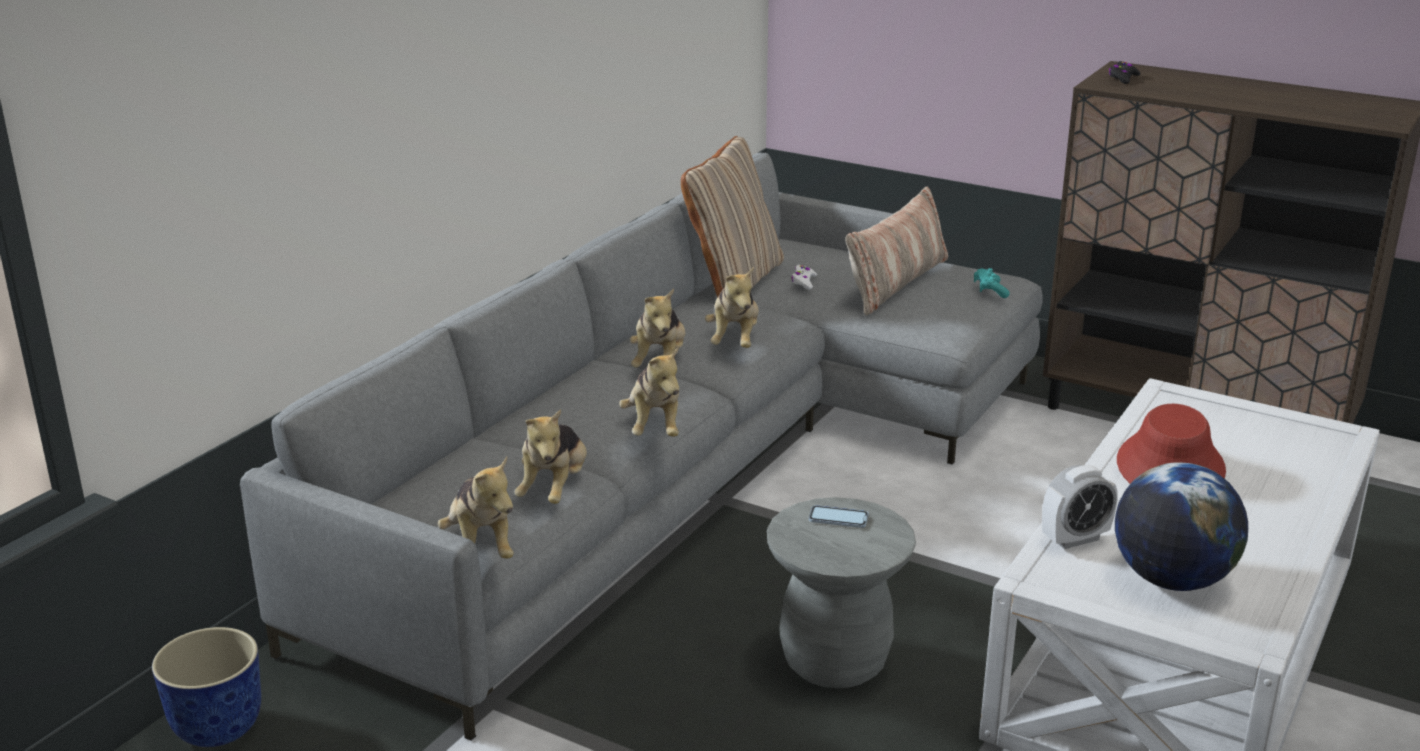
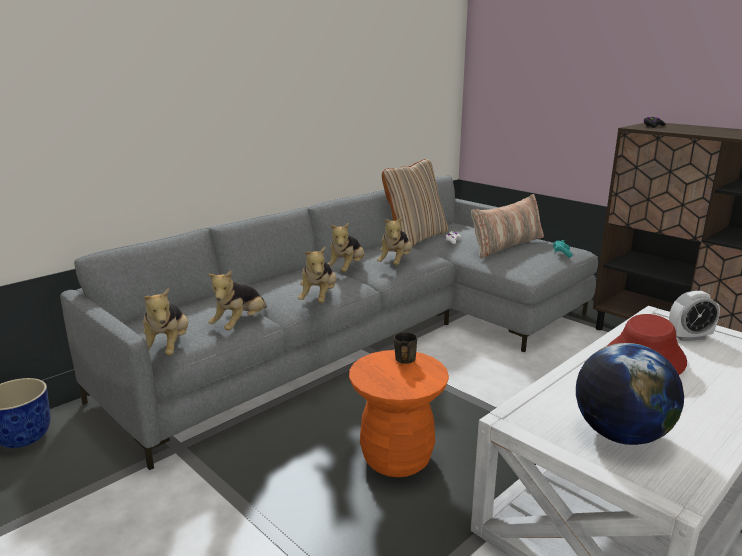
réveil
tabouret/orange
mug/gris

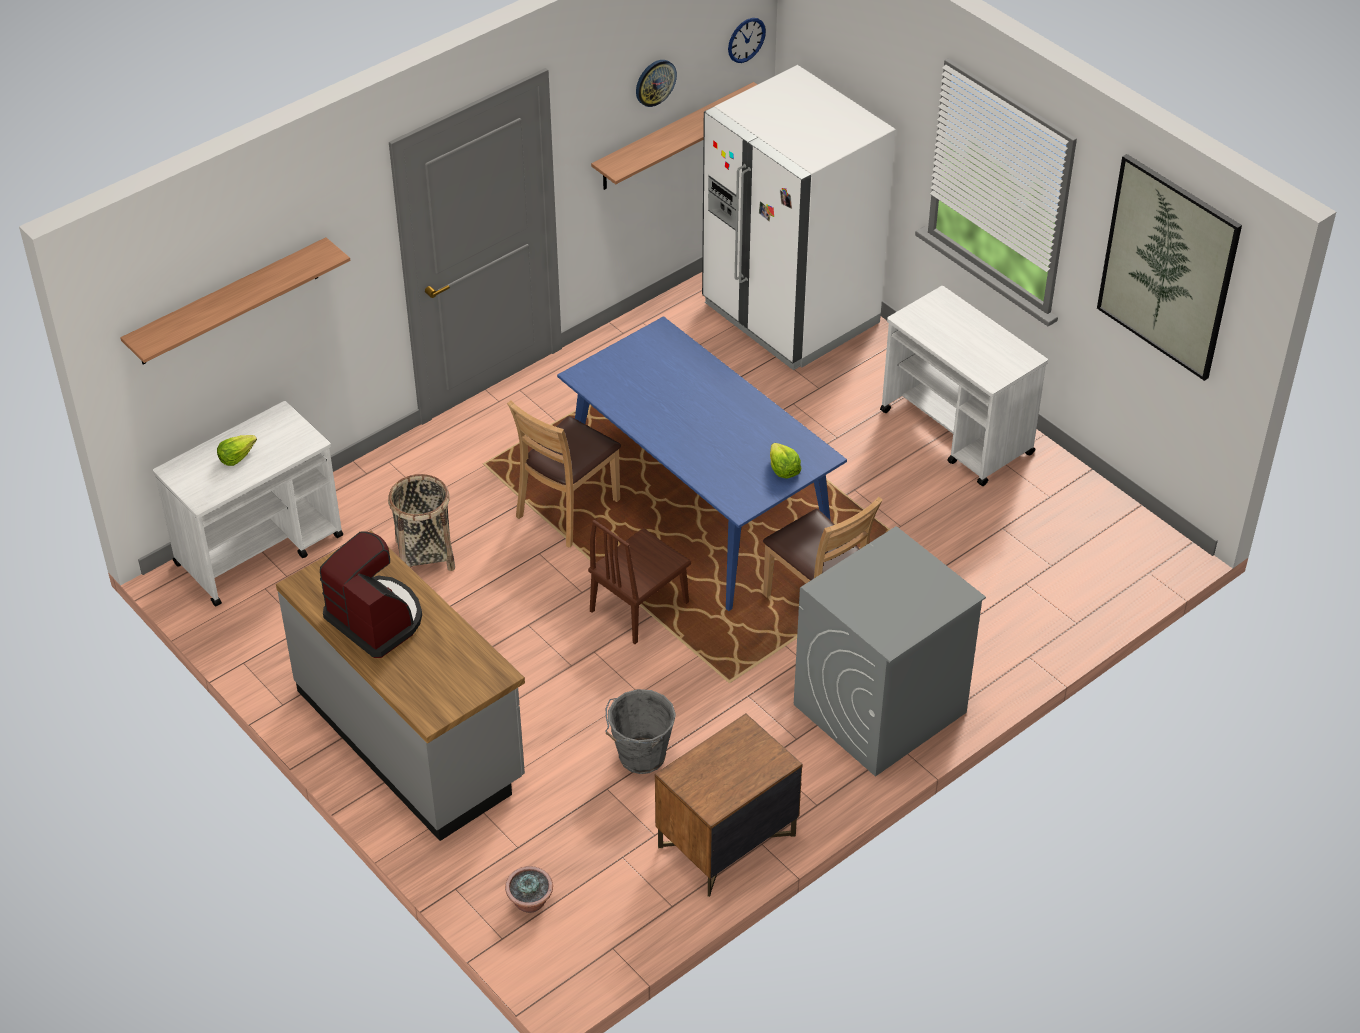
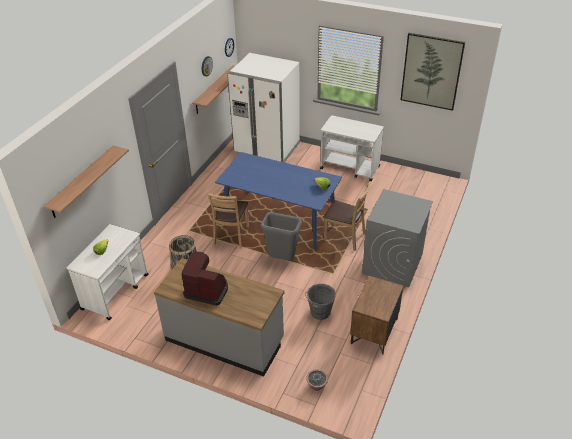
poubelle/gris

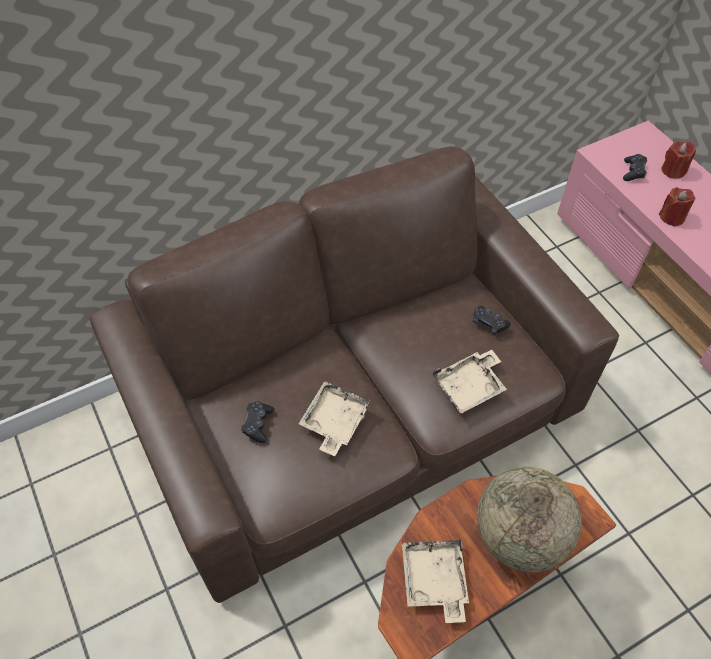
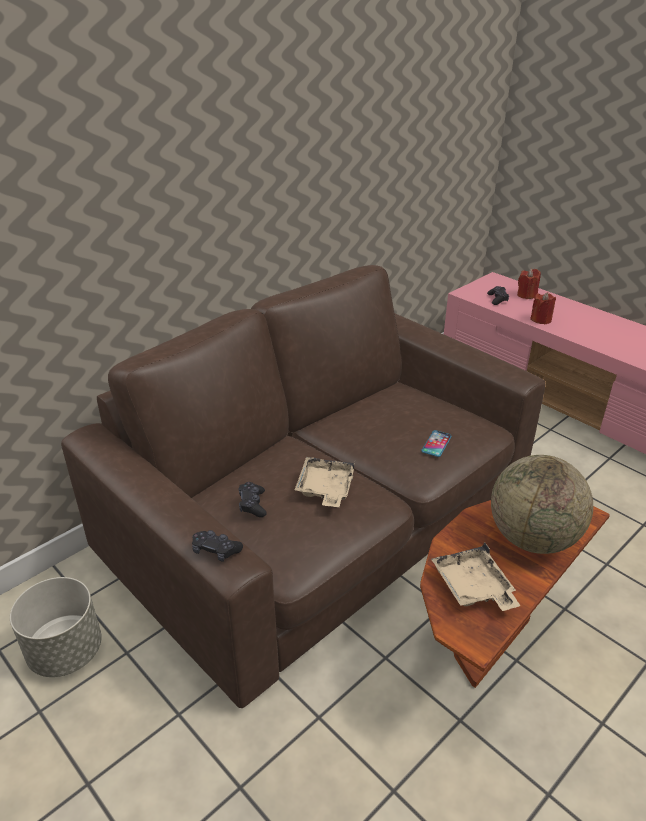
manette/noir (no. 1 from left)
téléphone
cache-pot/gris

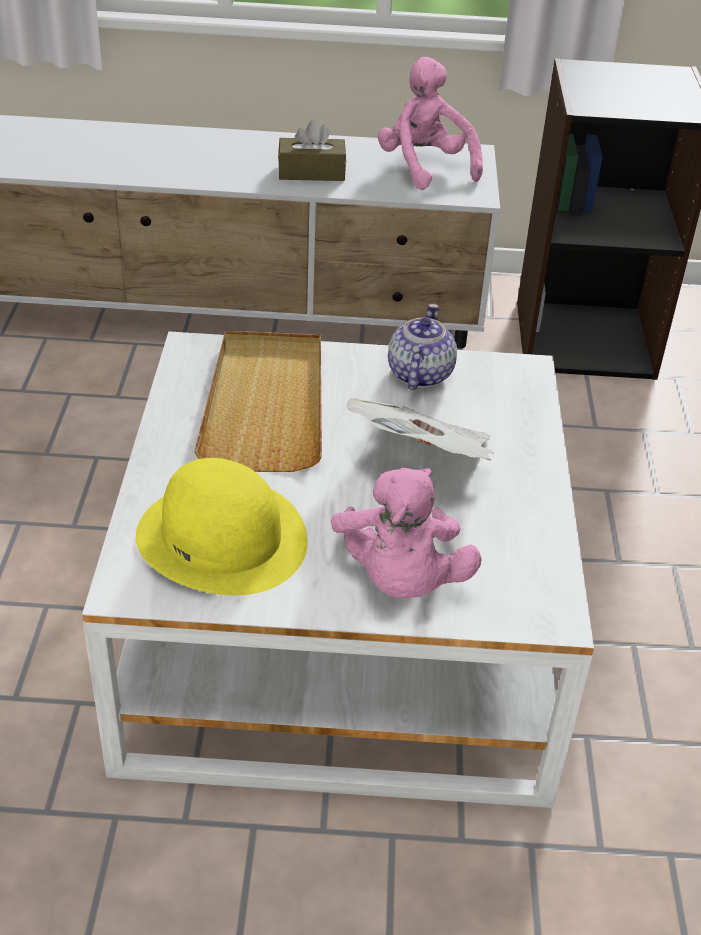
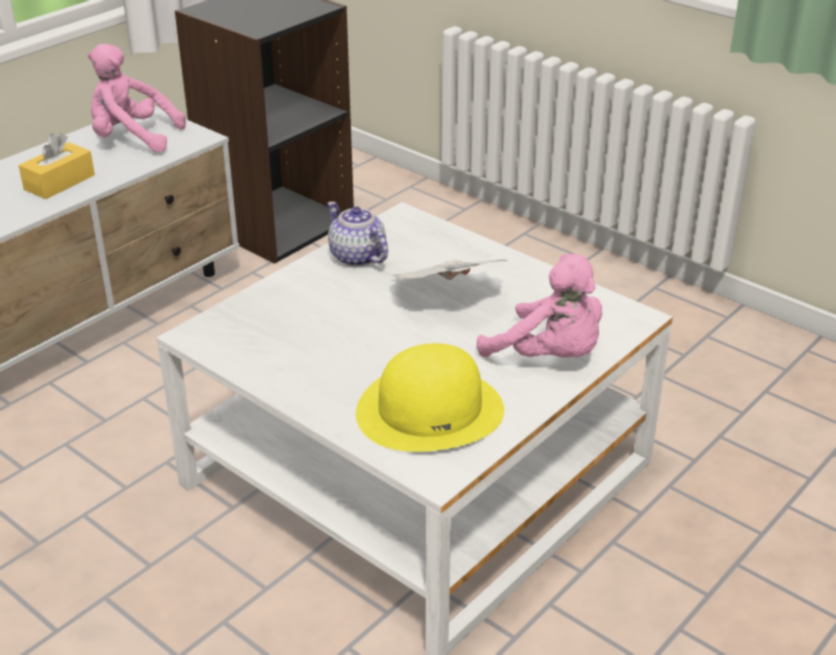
boîte à mouchoirs/jaune
plateau/beige

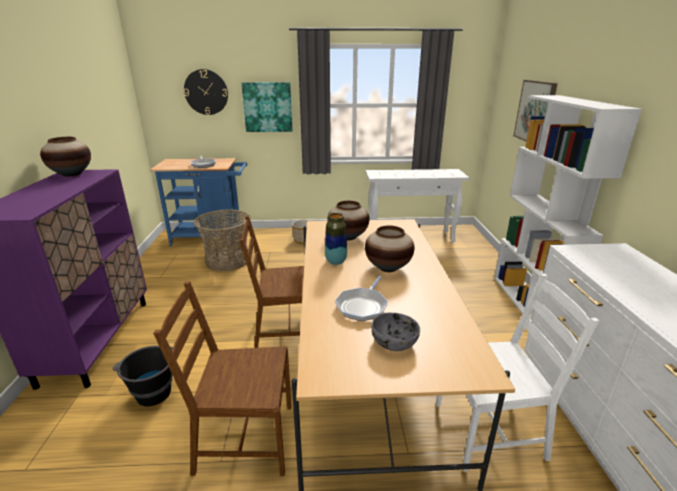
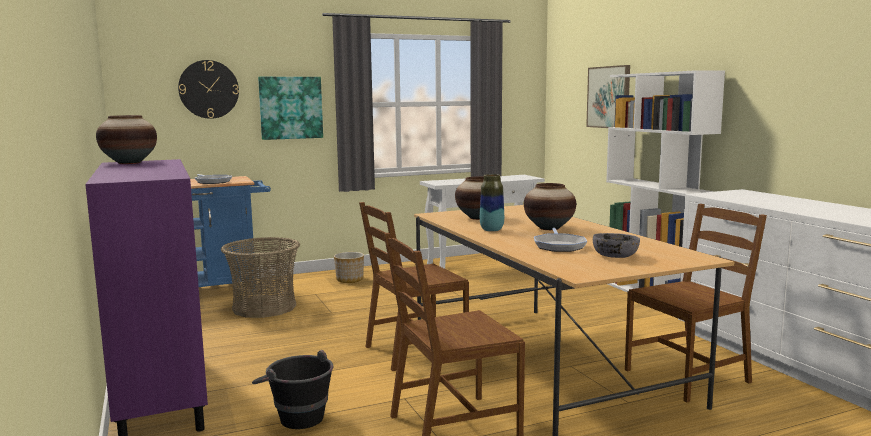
chaise/marron (no. 3 from left)

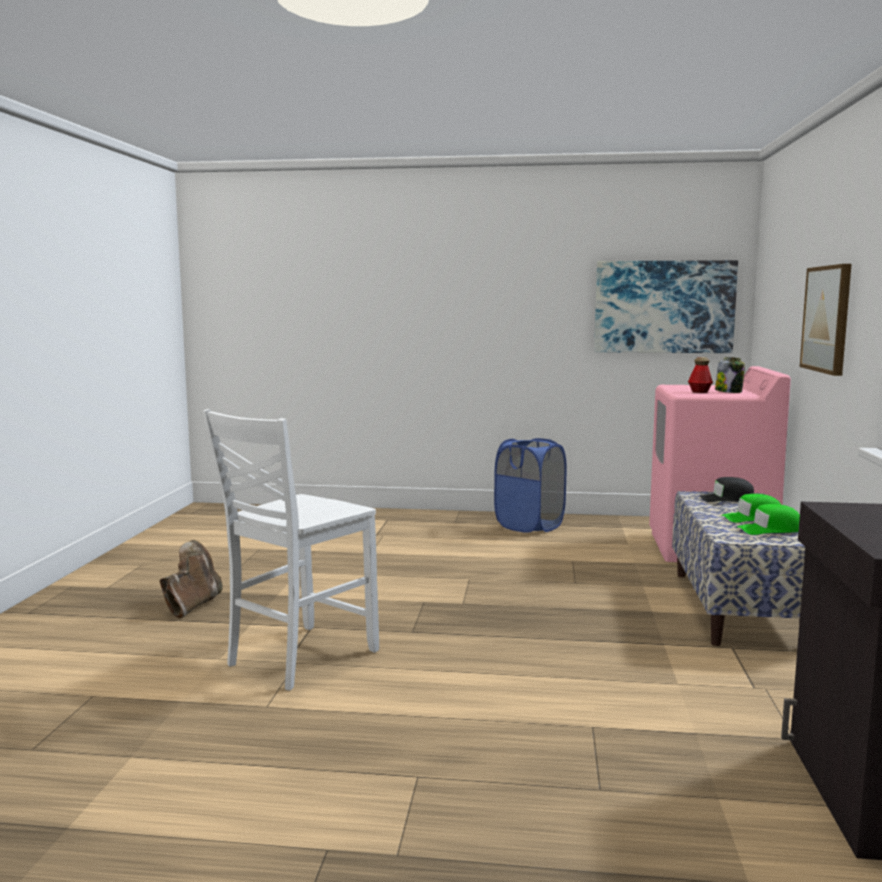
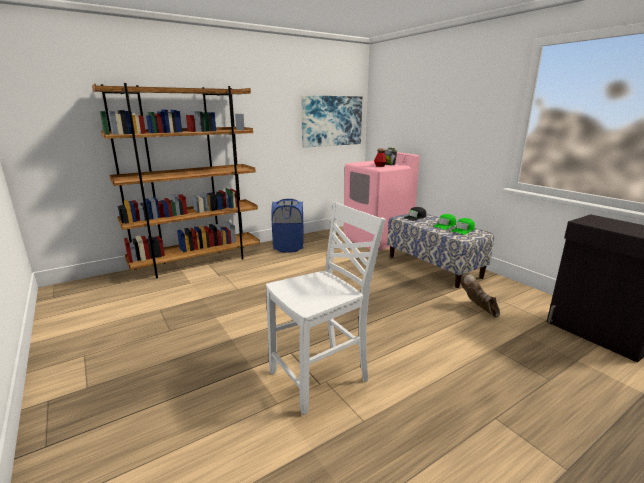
tableau (no. 2 from left in the first image)
chaise/blanc
botte/marron
bibliothèque/marron

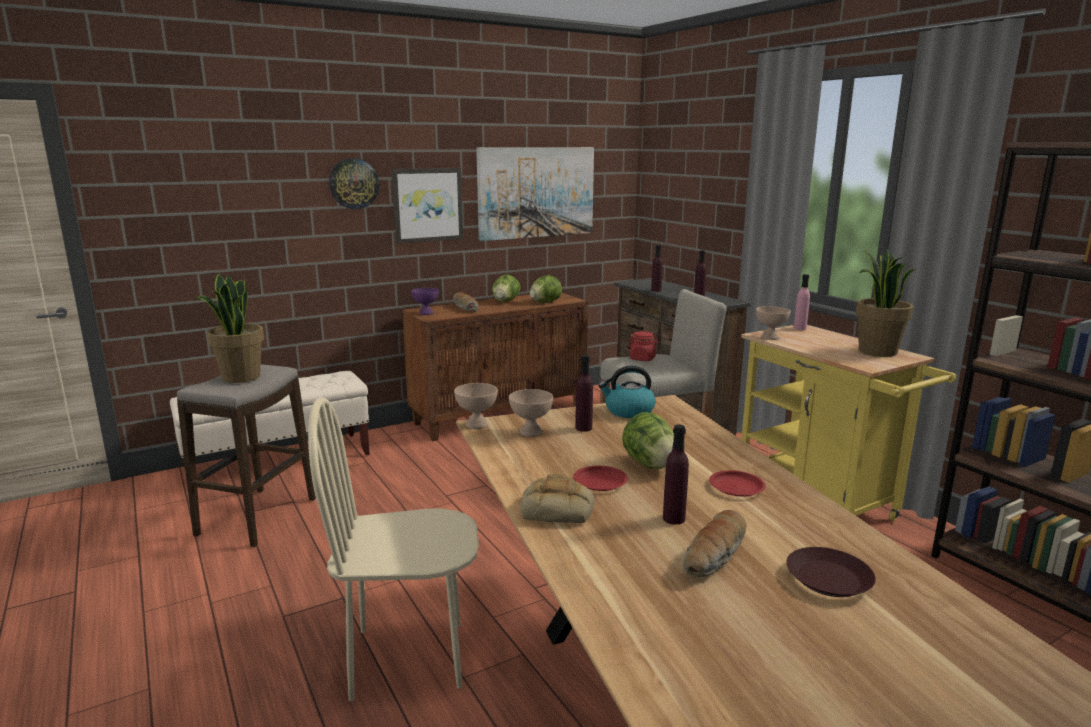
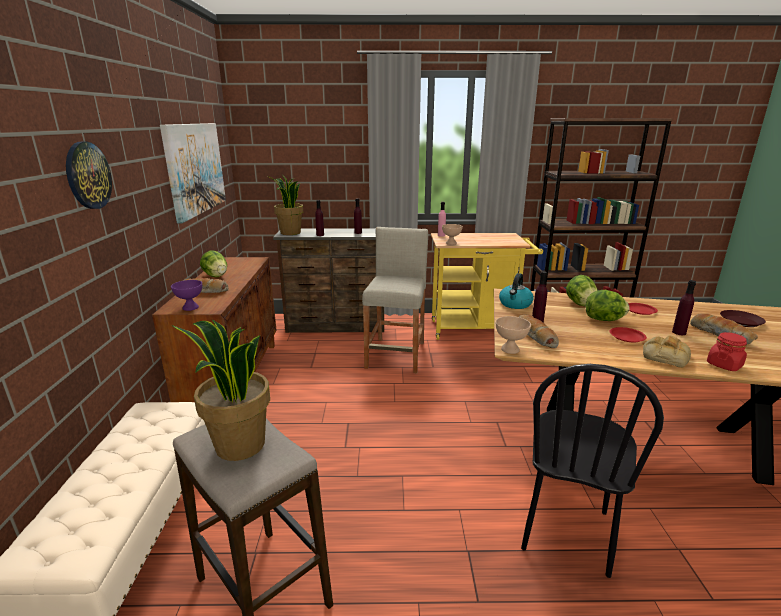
tableau (no. 1 from left in the first image)
plante en pot (no. 2 from left)
laitue (no. 2 from left)
bocal/rouge
pain (no. 2 from left)
chaise/noir

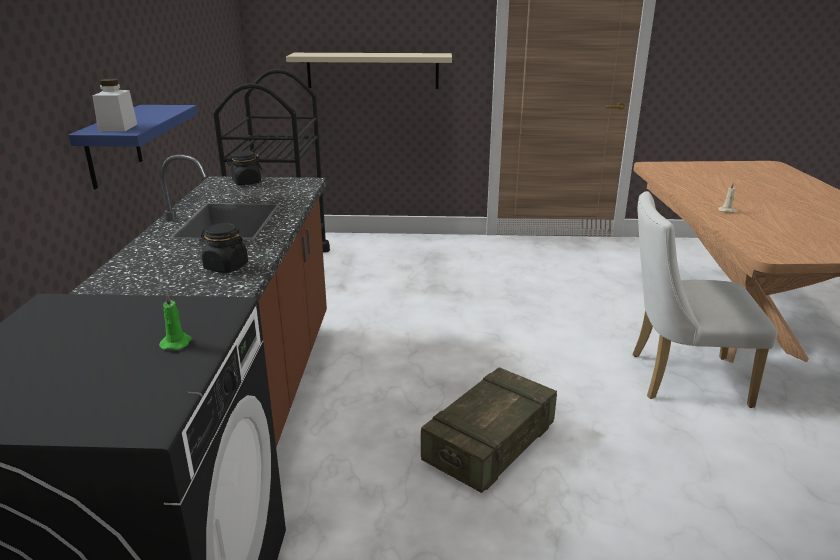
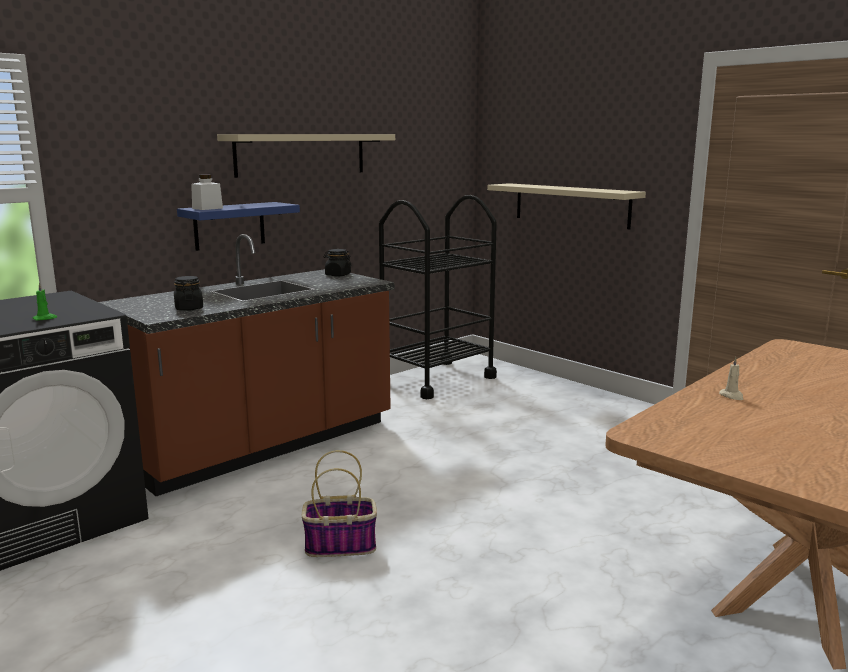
chaise/blanc
panier
étagère/beige (no. 1 from left)

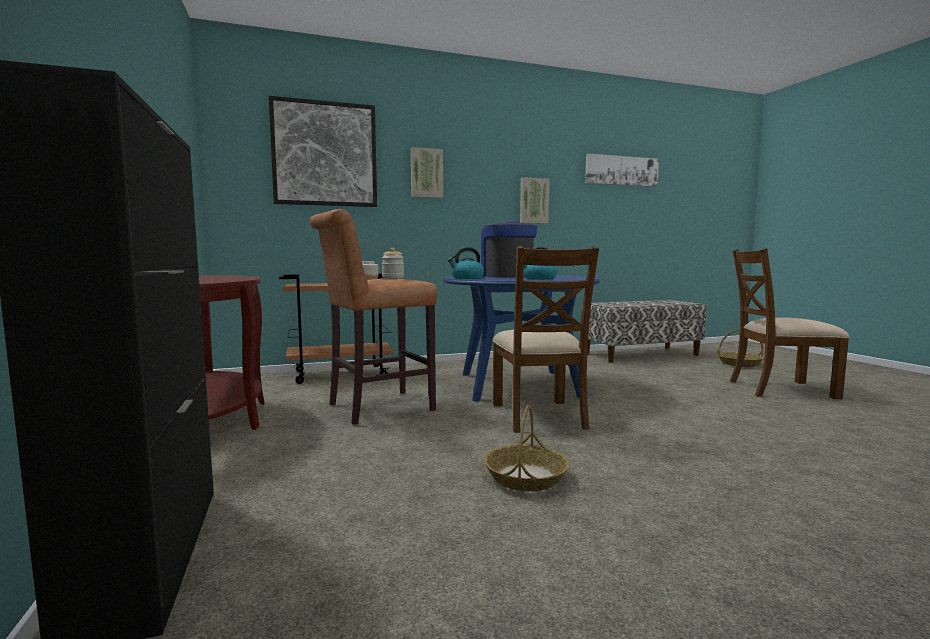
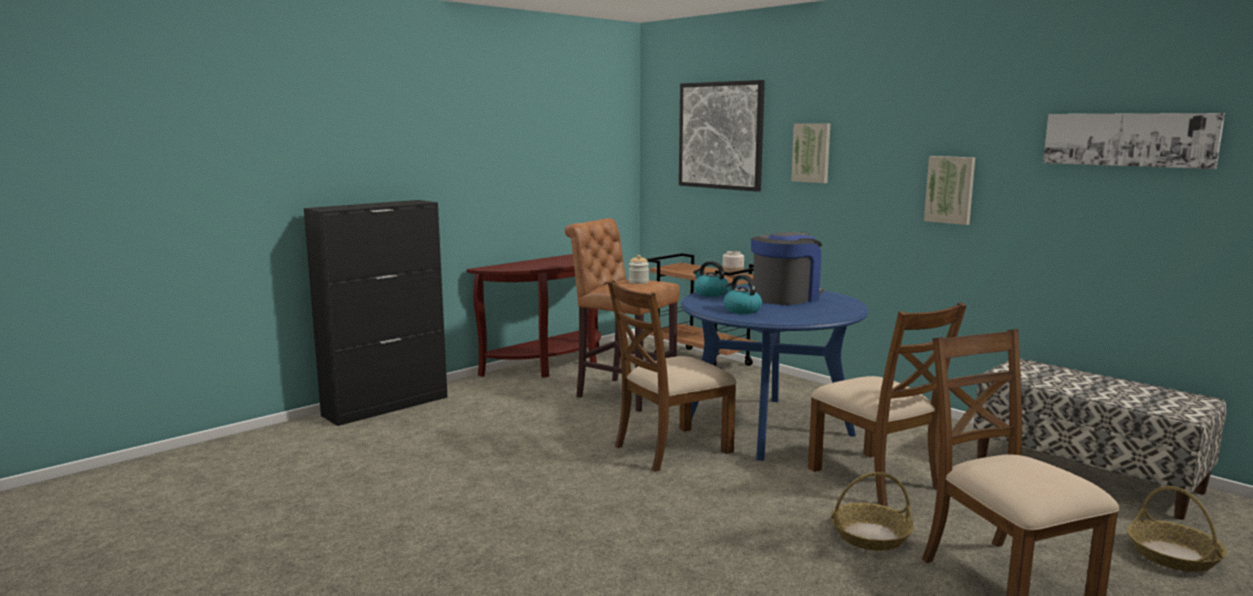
panier (no. 1 from left)
chaise/marron (no. 2 from left)

